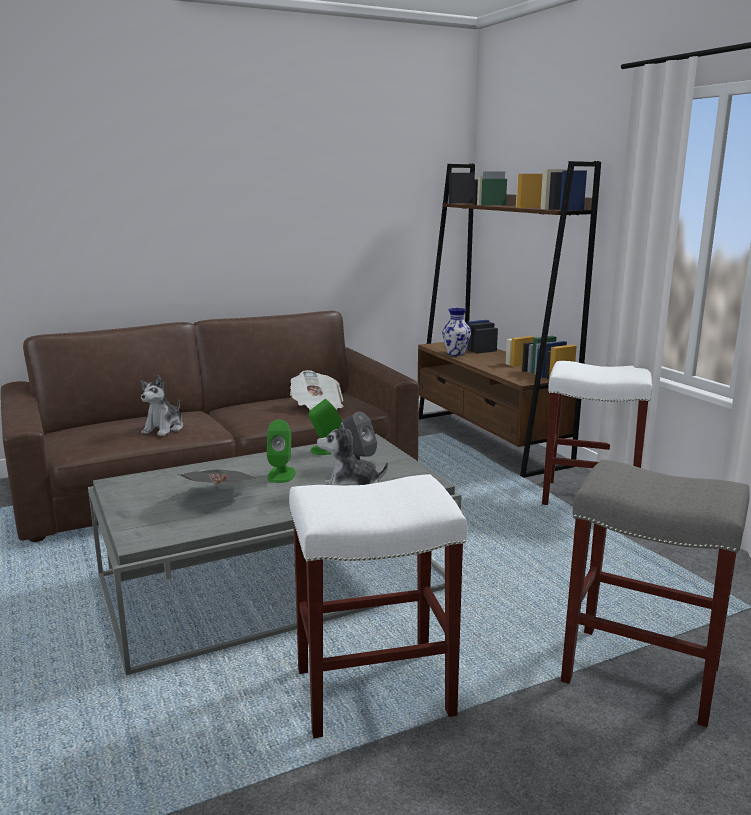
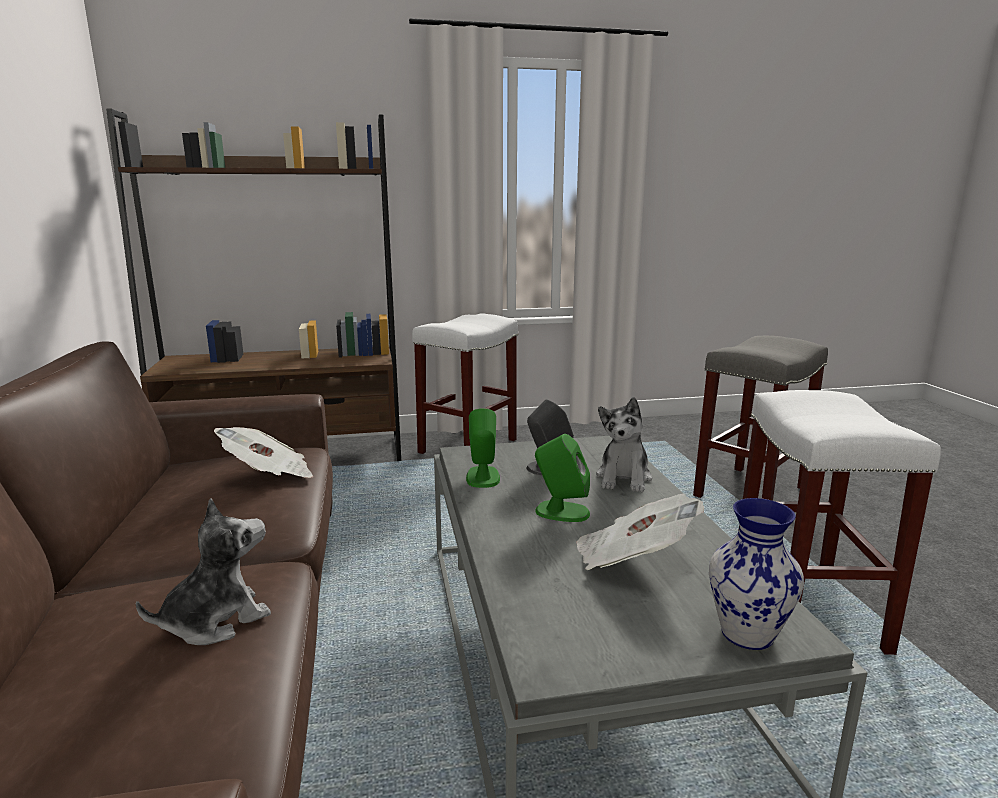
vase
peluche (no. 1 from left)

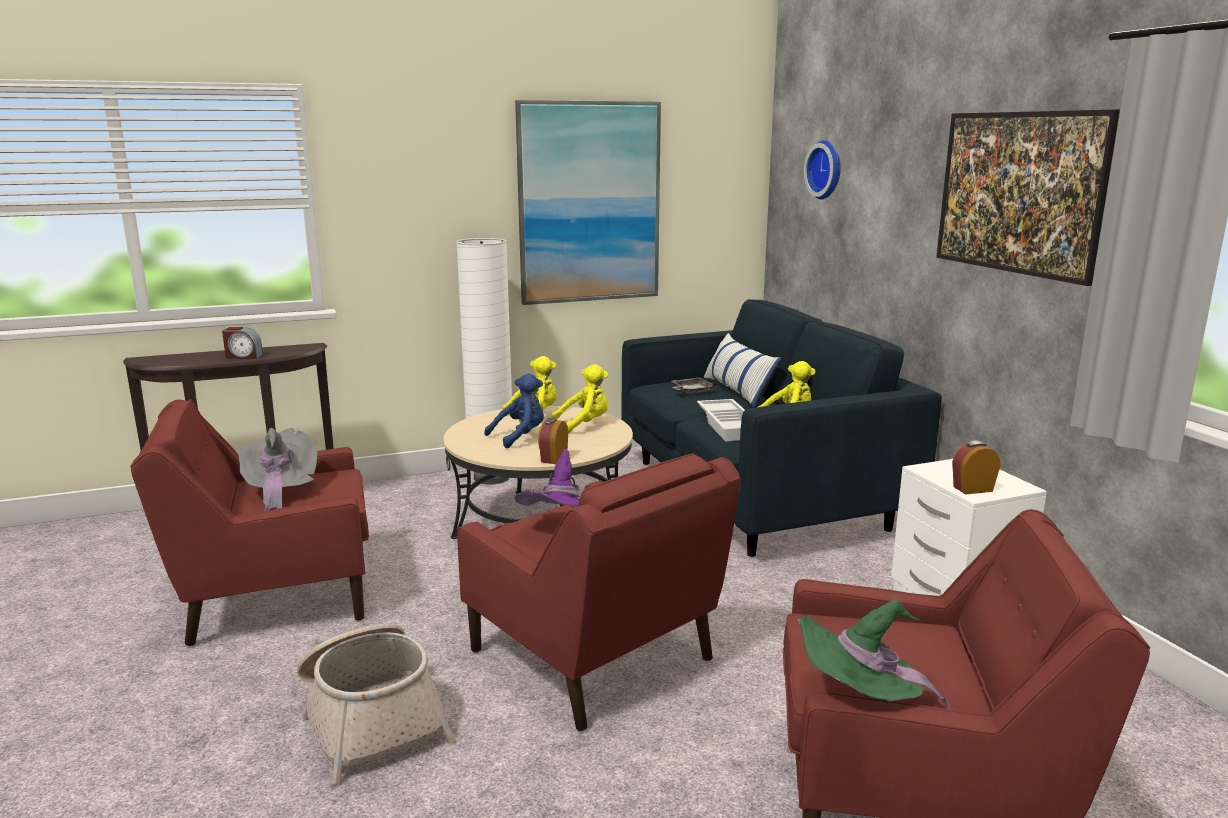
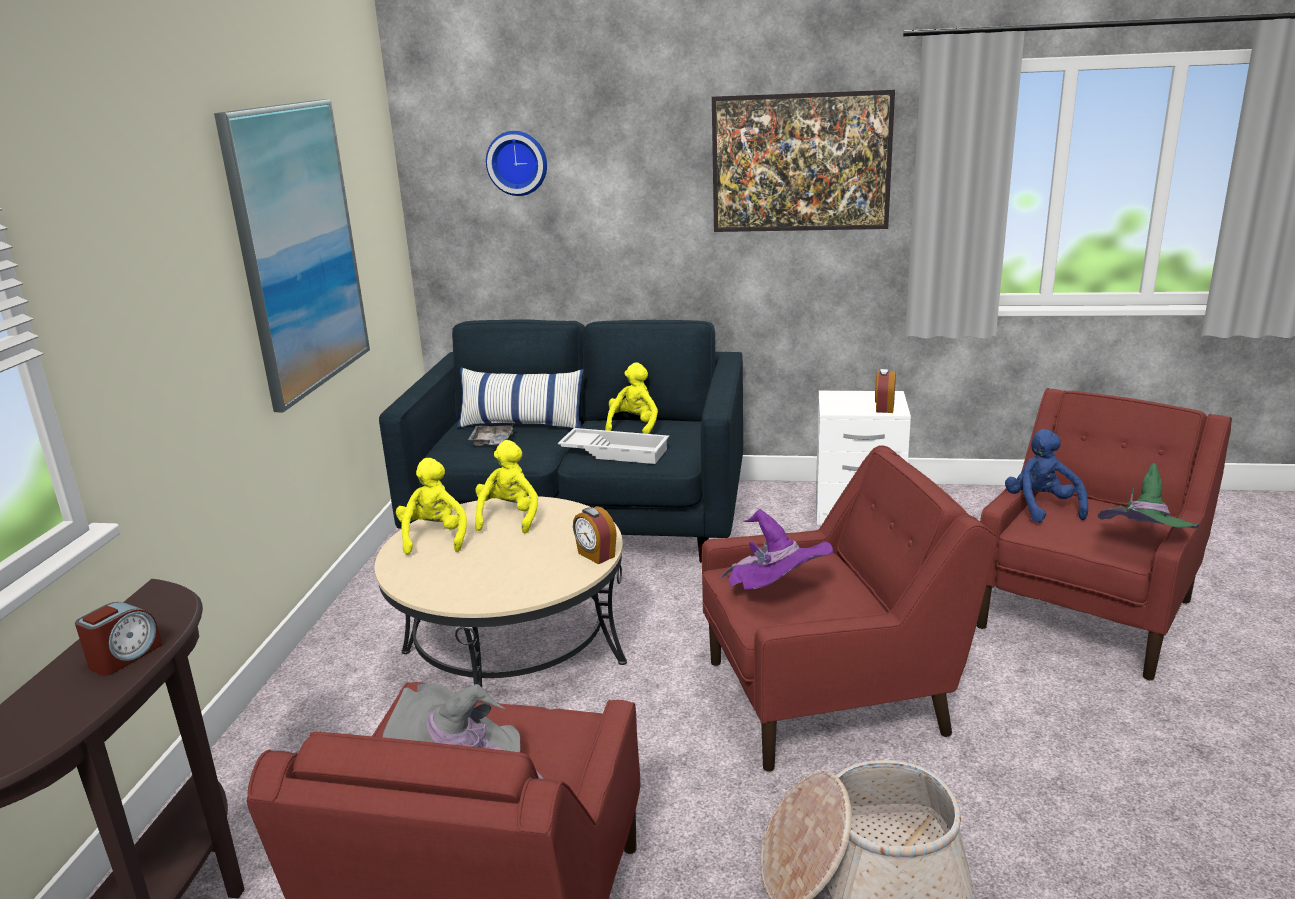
lampadaire/blanc
peluche/bleu

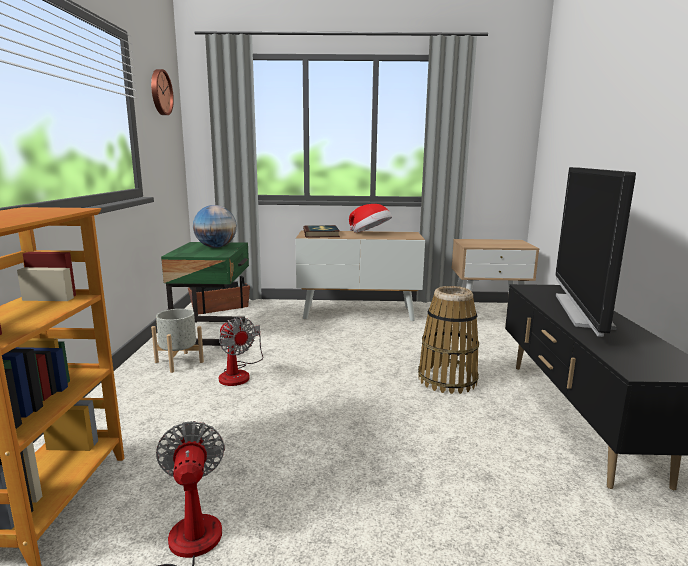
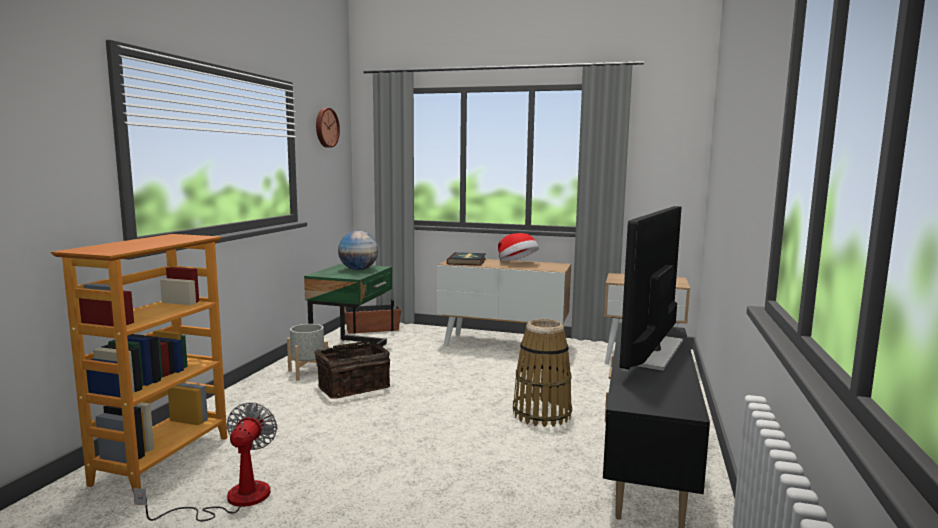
panier (no. 1 from left)

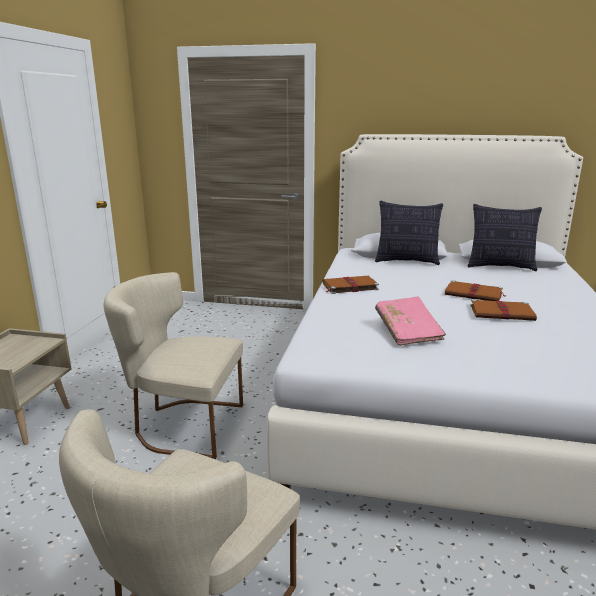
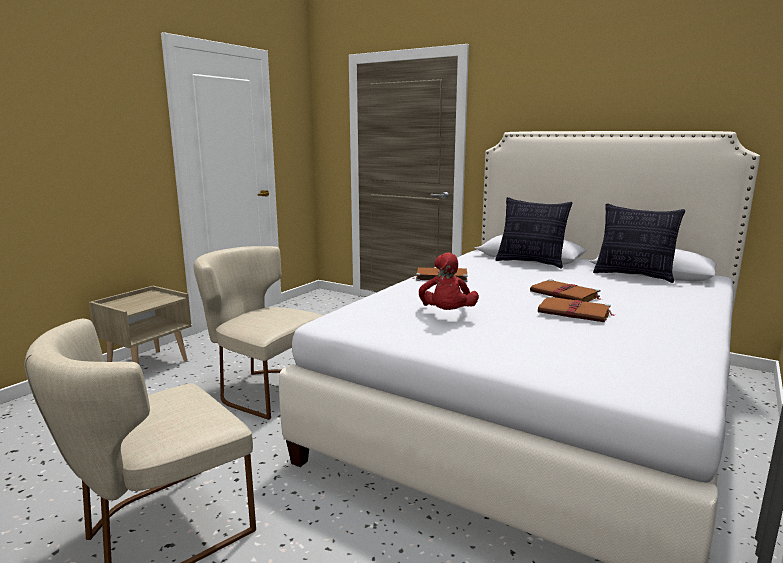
peluche/rouge

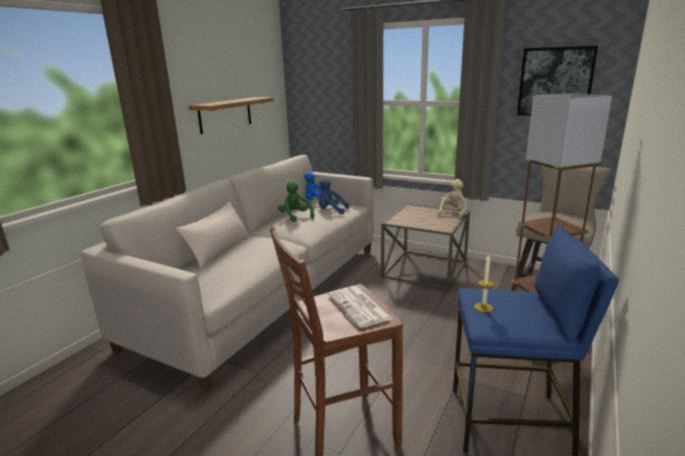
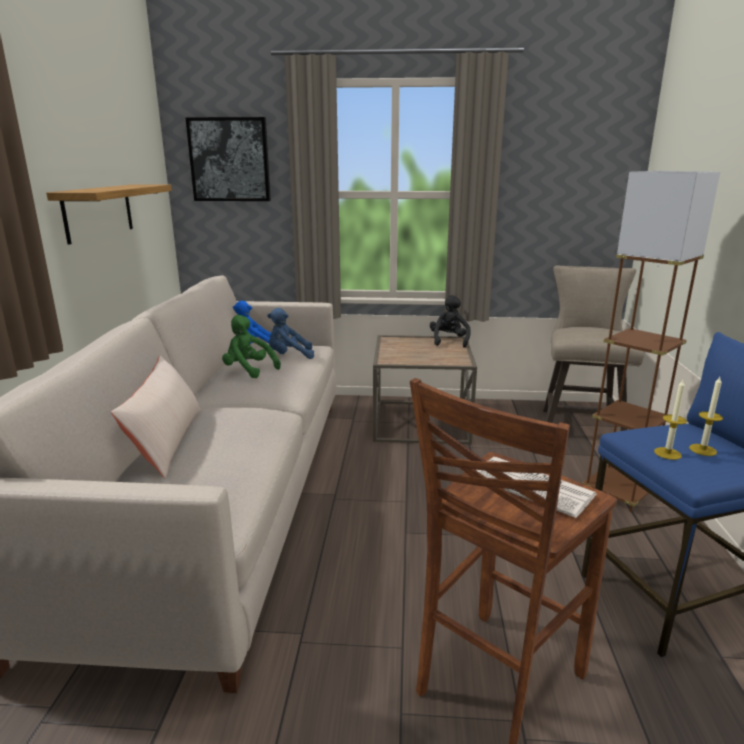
tableau
peluche/noir
bougie (no. 2 from left)

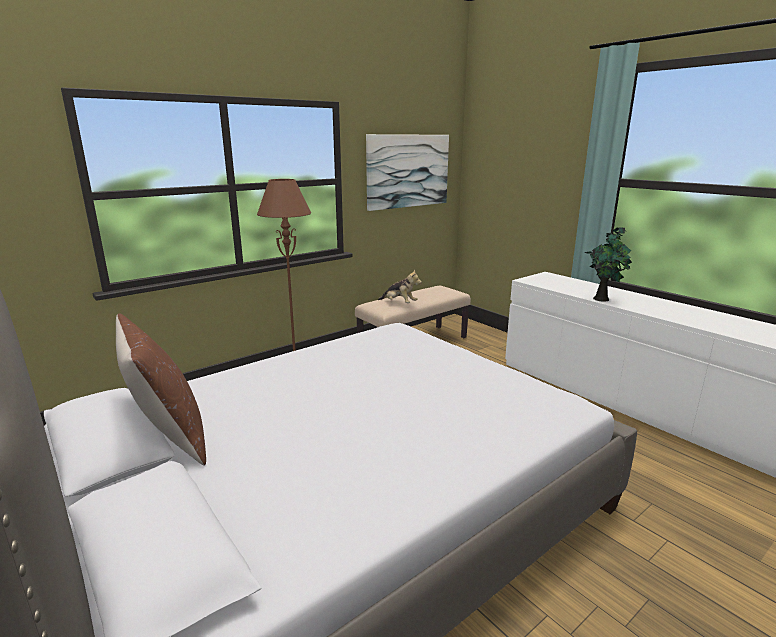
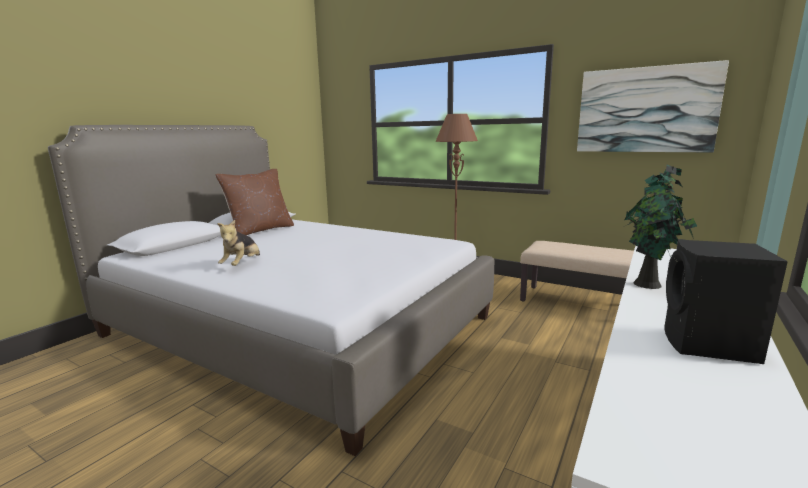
peluche
enceinte/noir

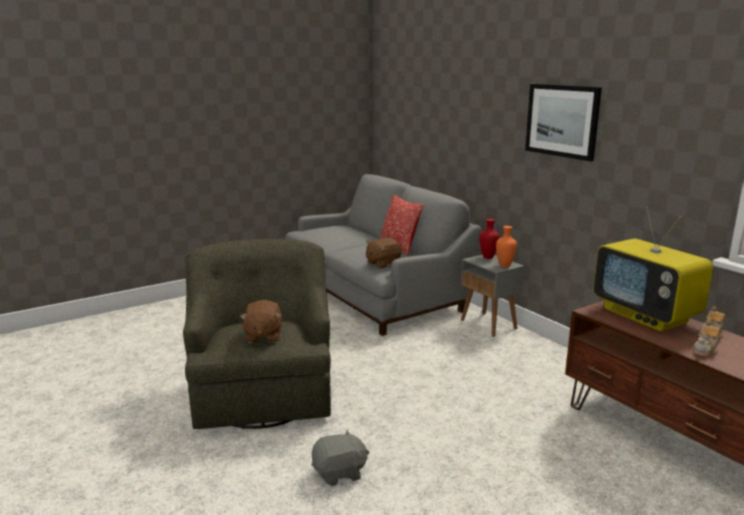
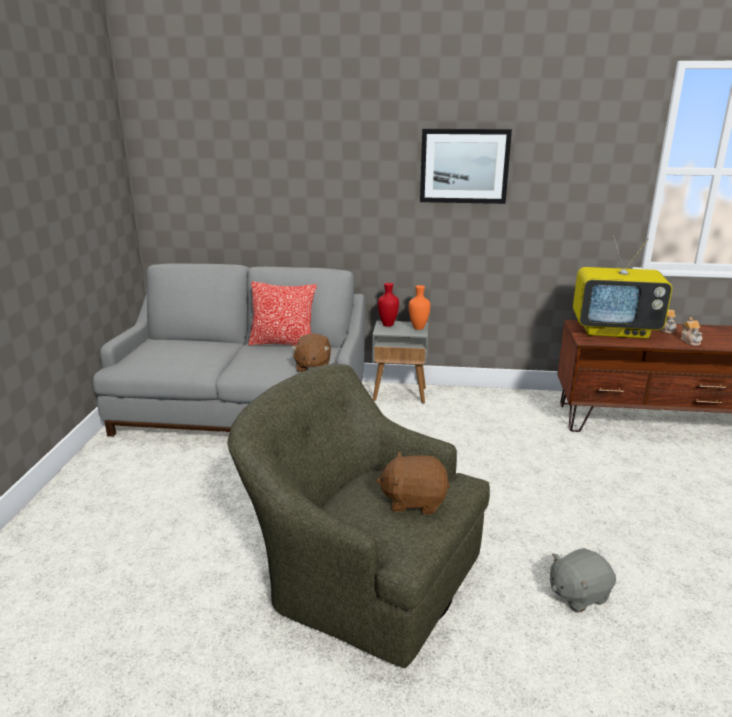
peluche/marron (no. 2 from left)
peluche/gris

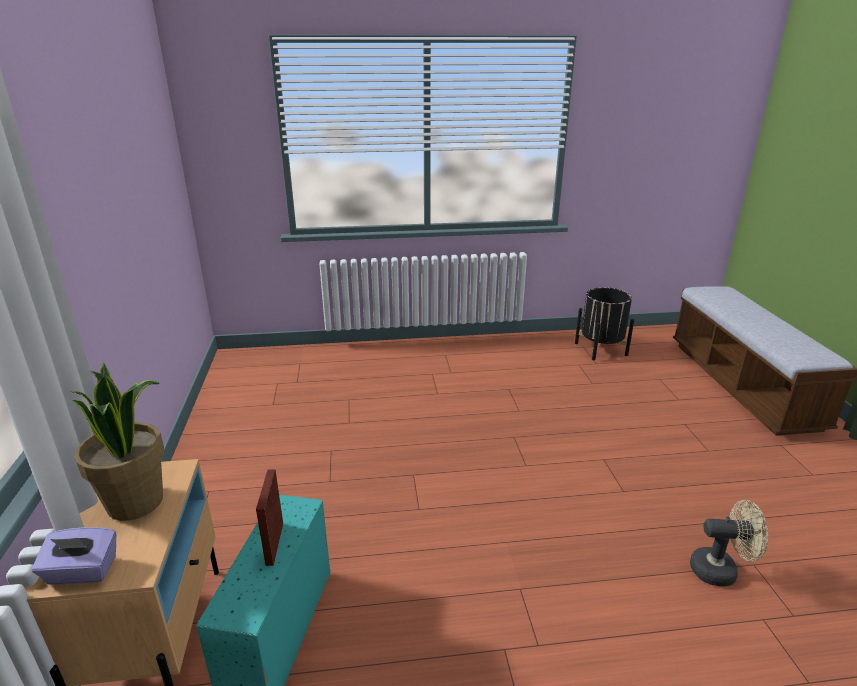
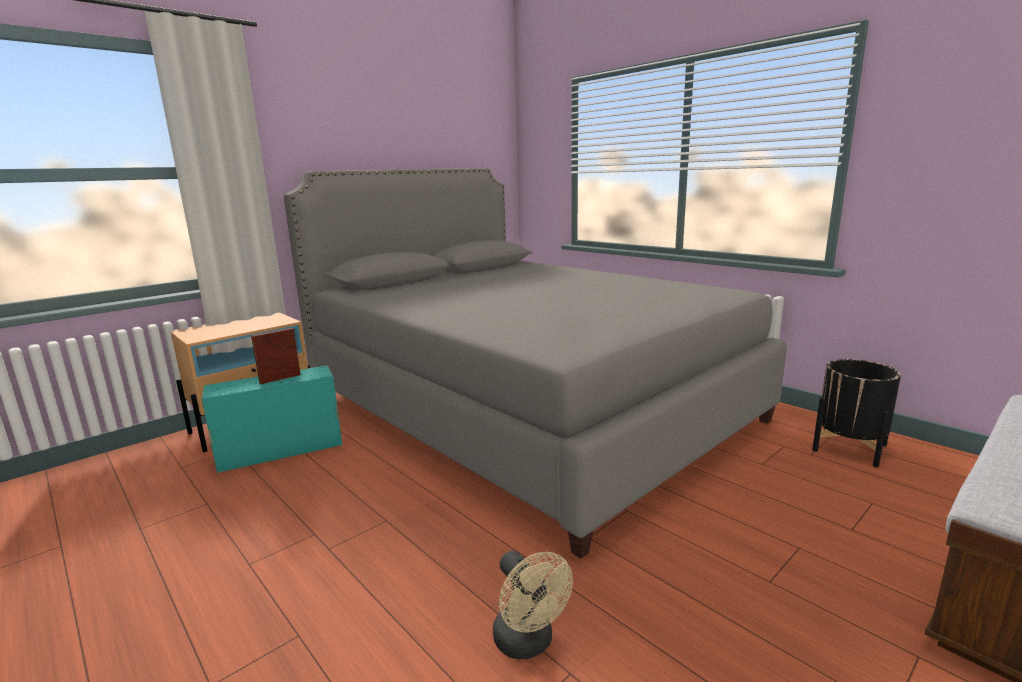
plante en pot
boîte à mouchoirs/violet
lit/gris

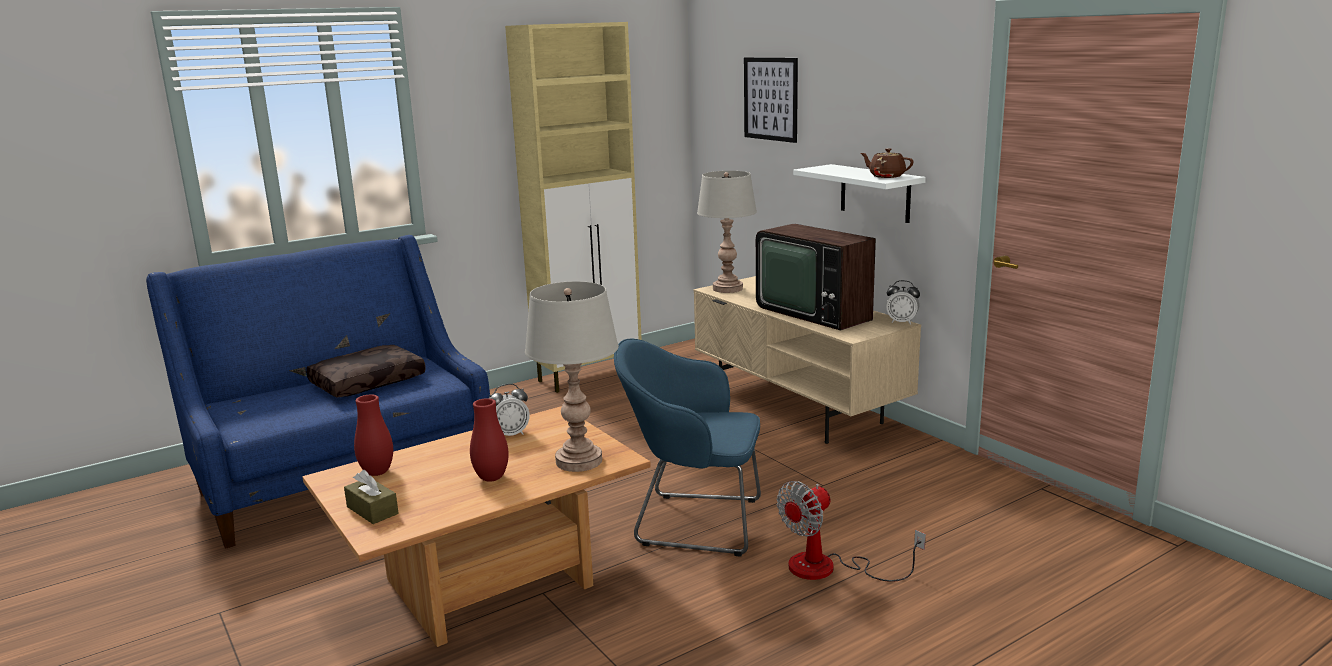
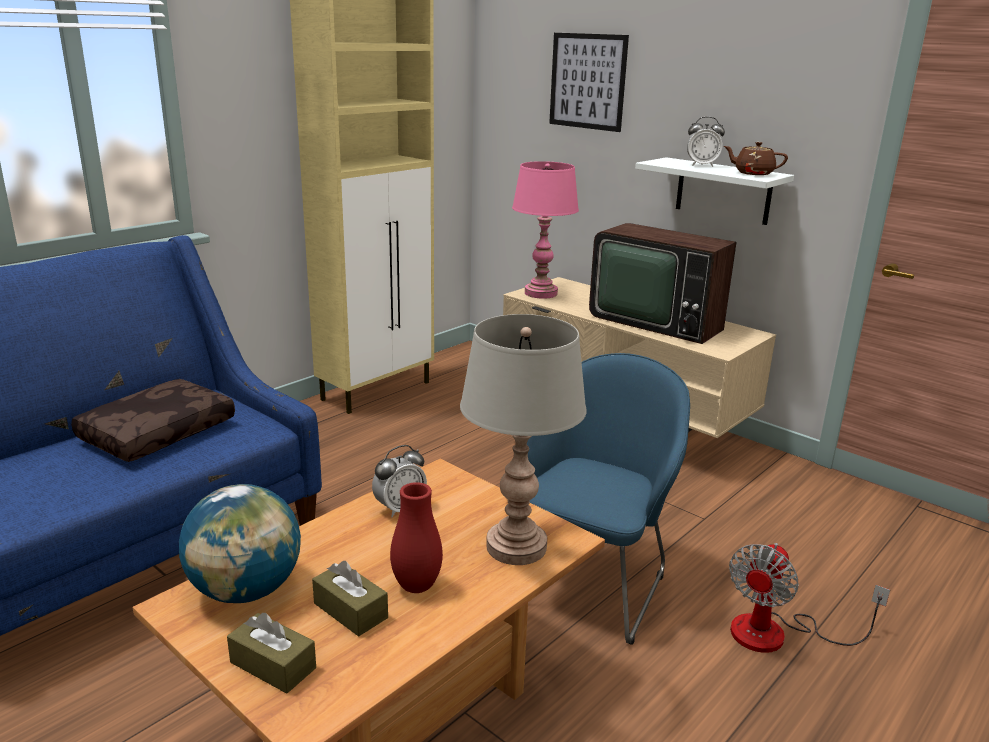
lampe de table/rose
réveil (no. 2 from left)
fauteuil/bleu
globe
boîte à mouchoirs/marron (no. 2 from left)

